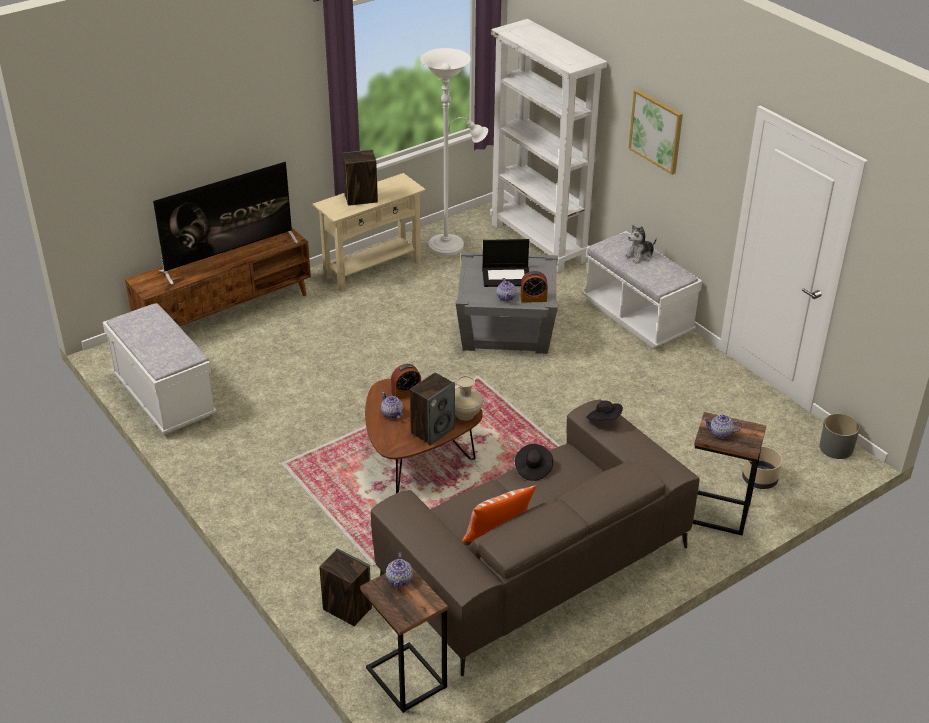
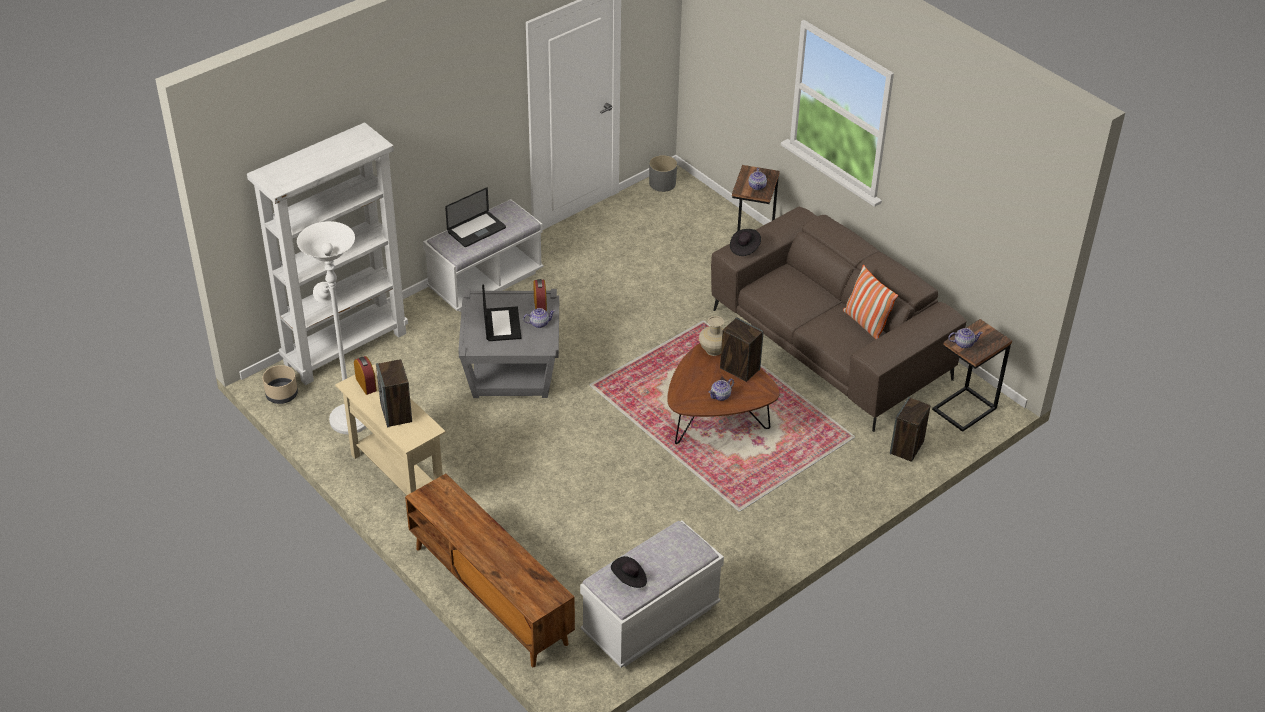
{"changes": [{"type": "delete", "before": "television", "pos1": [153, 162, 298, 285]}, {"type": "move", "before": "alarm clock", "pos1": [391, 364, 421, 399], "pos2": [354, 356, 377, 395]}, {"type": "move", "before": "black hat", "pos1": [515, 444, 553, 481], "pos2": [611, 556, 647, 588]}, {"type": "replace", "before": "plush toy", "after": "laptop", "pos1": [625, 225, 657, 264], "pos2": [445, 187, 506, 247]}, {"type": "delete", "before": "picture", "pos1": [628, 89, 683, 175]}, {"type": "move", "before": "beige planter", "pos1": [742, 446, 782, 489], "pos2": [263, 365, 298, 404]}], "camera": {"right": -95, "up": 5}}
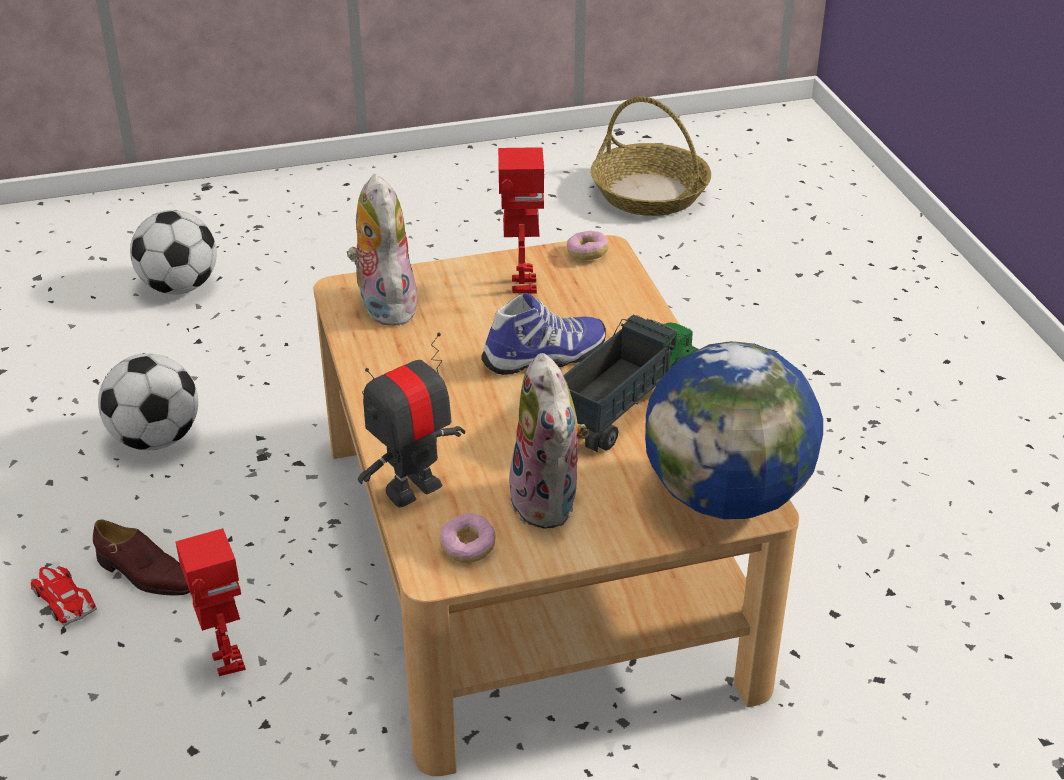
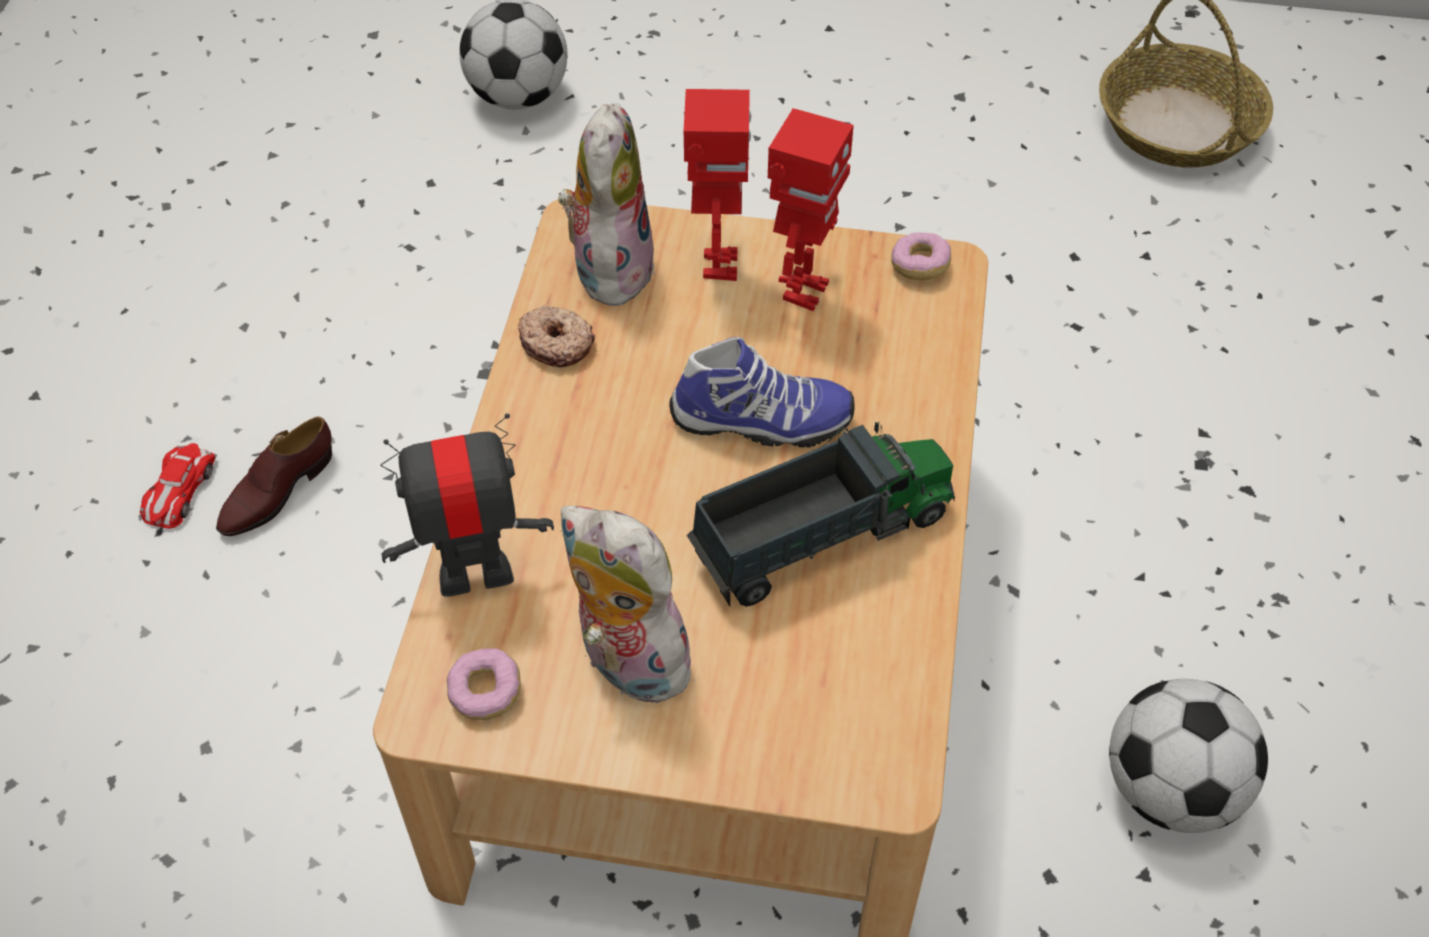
{"changes": [{"type": "rotate", "before": "toy car", "pos1": [31, 566, 97, 626], "pos2": [140, 443, 217, 529], "turn": -150}, {"type": "rotate", "before": "brown shoe", "pos1": [93, 520, 190, 596], "pos2": [216, 417, 332, 536], "turn": 75}, {"type": "move", "before": "football", "pos1": [98, 353, 198, 450], "pos2": [1109, 679, 1268, 833]}, {"type": "move", "before": "toy robot", "pos1": [175, 528, 246, 676], "pos2": [684, 89, 751, 281]}, {"type": "rotate", "before": "plush toy", "pos1": [505, 353, 589, 529], "pos2": [560, 506, 703, 703], "turn": 120}, {"type": "delete", "before": "globe", "pos1": [645, 341, 823, 519]}, {"type": "insert", "after": "donut", "pos2": [518, 306, 595, 367]}], "camera": {"right": 25, "up": 15}}
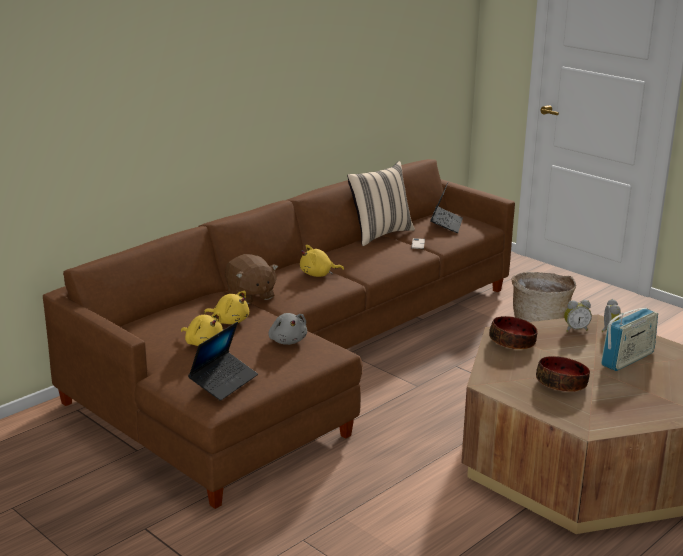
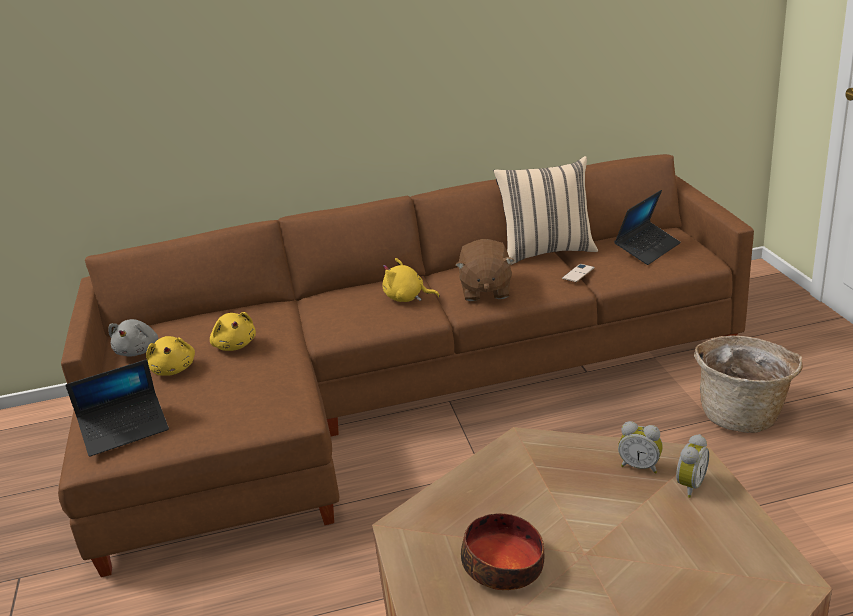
{"changes": [{"type": "move", "before": "brown plush toy", "pos1": [225, 254, 278, 304], "pos2": [455, 239, 514, 301]}, {"type": "move", "before": "grey plush toy", "pos1": [268, 313, 307, 345], "pos2": [108, 319, 158, 357]}, {"type": "delete", "before": "bowl", "pos1": [489, 316, 537, 349]}, {"type": "delete", "before": "radio", "pos1": [601, 308, 658, 371]}], "camera": {"right": 35, "up": 5}}
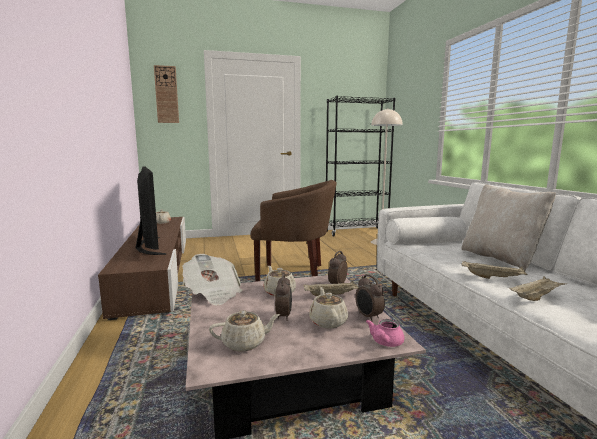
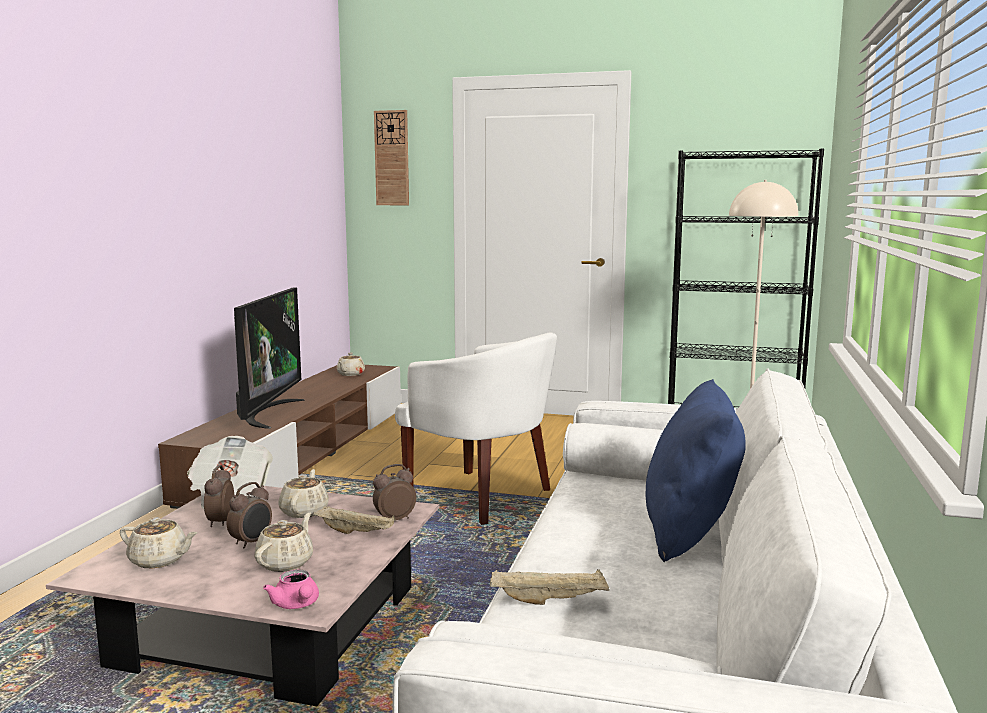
{"changes": [{"type": "recolor", "before": "brown armchair", "after": "white armchair", "pos1": [250, 180, 337, 282], "pos2": [395, 333, 557, 525]}, {"type": "move", "before": "alarm clock", "pos1": [355, 274, 385, 322], "pos2": [204, 465, 234, 527]}, {"type": "rotate", "before": "pink teapot", "pos1": [366, 319, 404, 347], "pos2": [263, 570, 319, 609], "turn": -90}, {"type": "recolor", "before": "beige pillow", "after": "blue pillow", "pos1": [461, 184, 556, 270], "pos2": [646, 379, 746, 562]}, {"type": "delete", "before": "beige tray", "pos1": [462, 261, 527, 279]}], "camera": {"right": 30, "up": 0}}
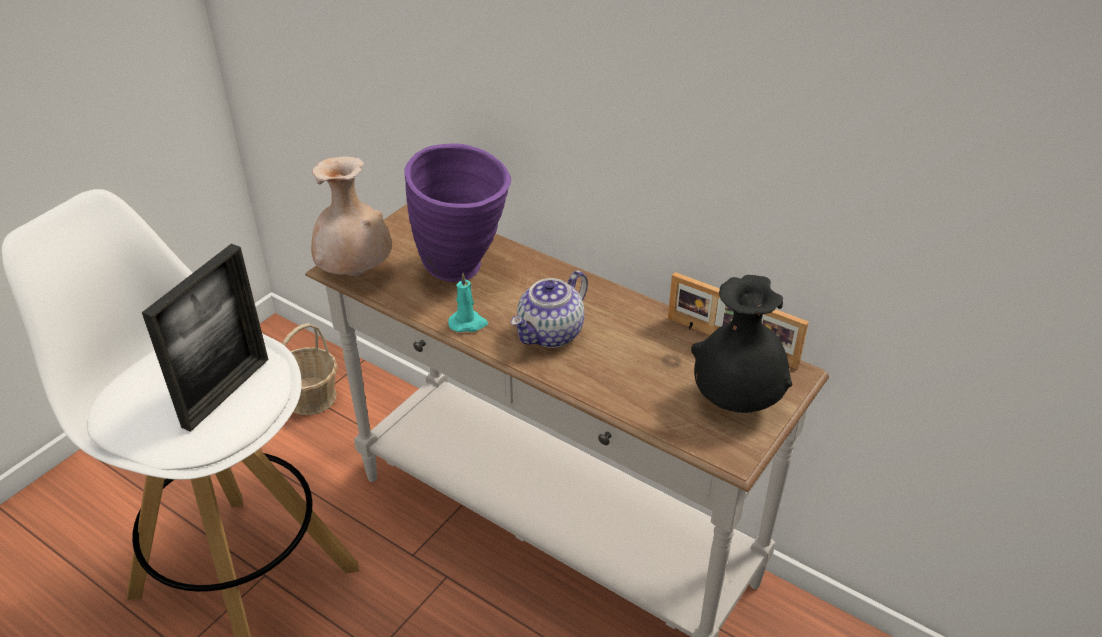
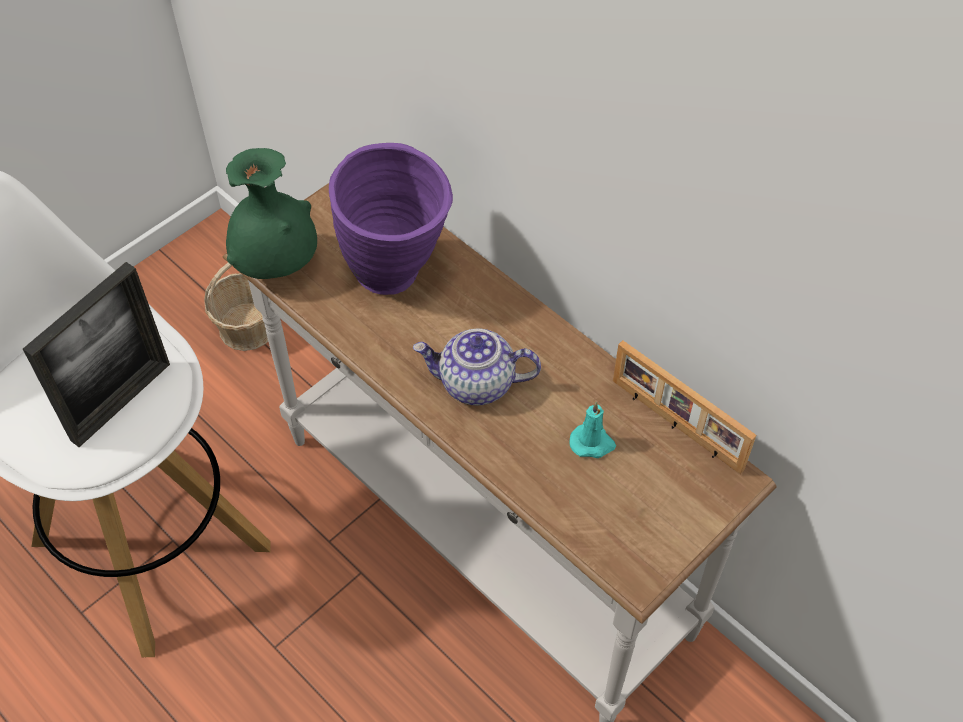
{"changes": [{"type": "recolor", "before": "beige vase", "after": "green vase", "pos1": [311, 157, 392, 276], "pos2": [226, 148, 317, 279]}, {"type": "move", "before": "turquoise candle", "pos1": [448, 273, 488, 332], "pos2": [570, 402, 616, 458]}, {"type": "rotate", "before": "teapot", "pos1": [511, 270, 588, 348], "pos2": [413, 329, 541, 406], "turn": 45}, {"type": "delete", "before": "black vase", "pos1": [691, 275, 792, 413]}], "camera": {"right": 10, "up": 15}}
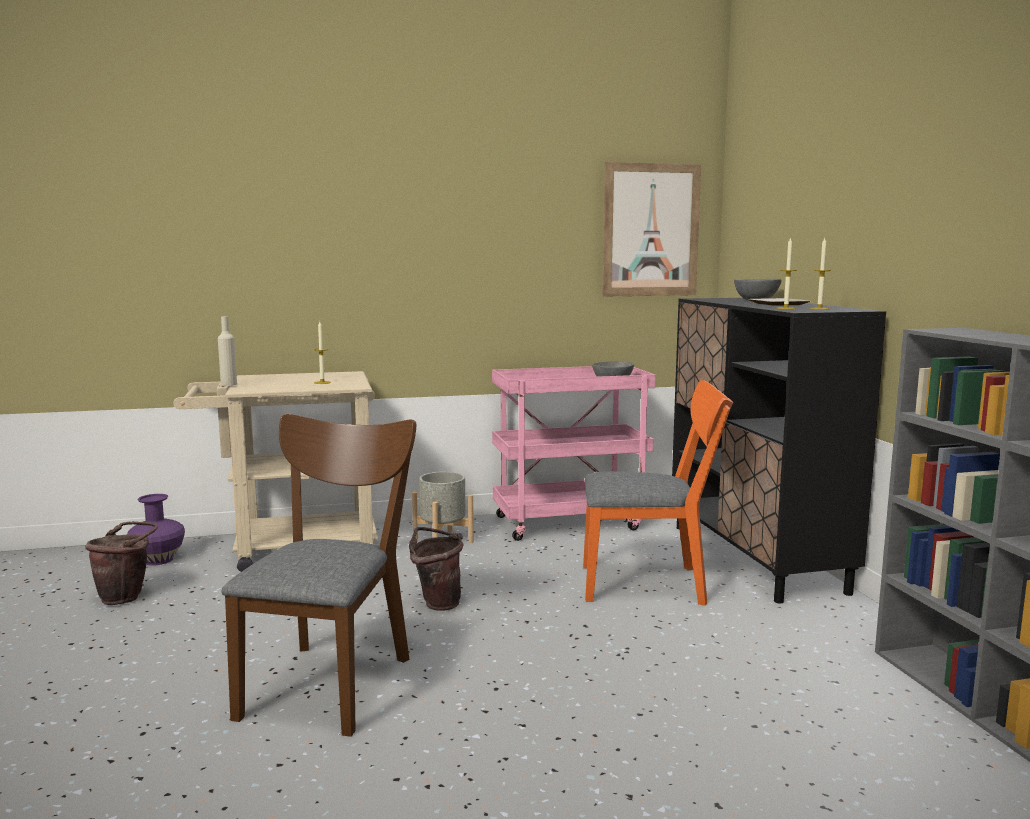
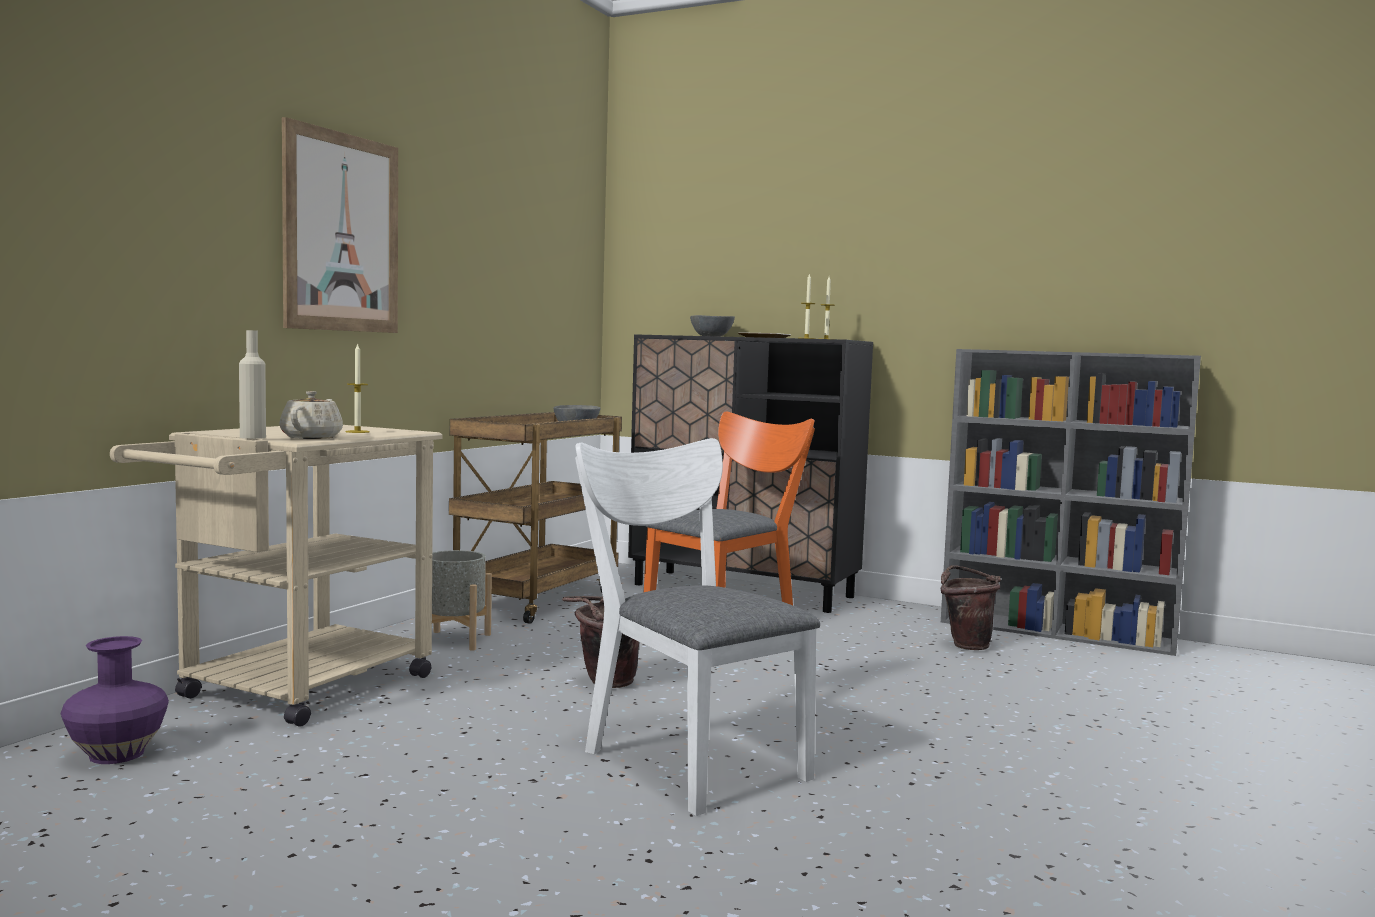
{"changes": [{"type": "move", "before": "brown bucket", "pos1": [85, 521, 158, 605], "pos2": [941, 565, 1000, 650]}, {"type": "recolor", "before": "brown chair", "after": "white chair", "pos1": [221, 414, 416, 737], "pos2": [575, 438, 820, 816]}, {"type": "recolor", "before": "pink cart", "after": "brown cart", "pos1": [492, 366, 656, 541], "pos2": [449, 412, 622, 624]}, {"type": "move", "before": "picture", "pos1": [602, 162, 701, 297], "pos2": [282, 117, 398, 333]}, {"type": "insert", "after": "beige teapot", "pos2": [279, 391, 343, 439]}], "camera": {"right": -50, "up": -5}}
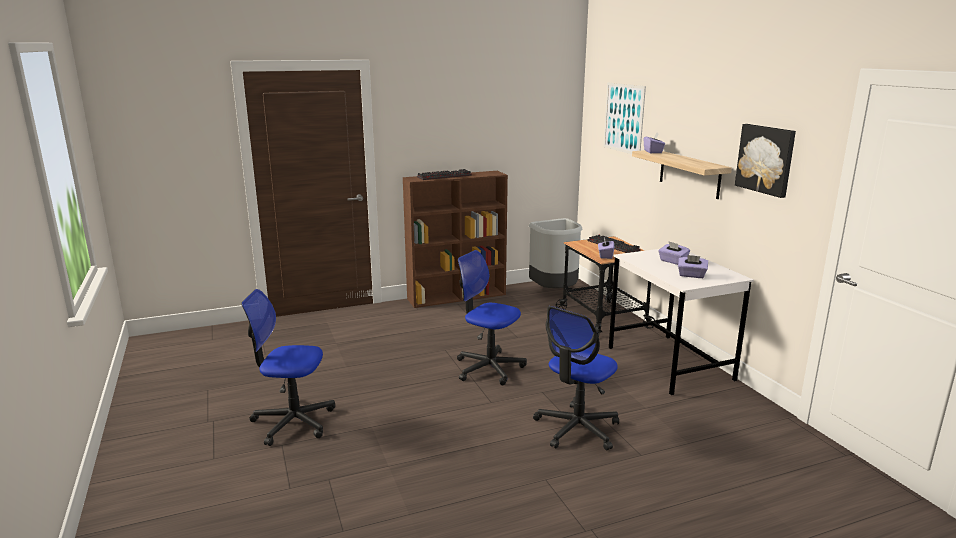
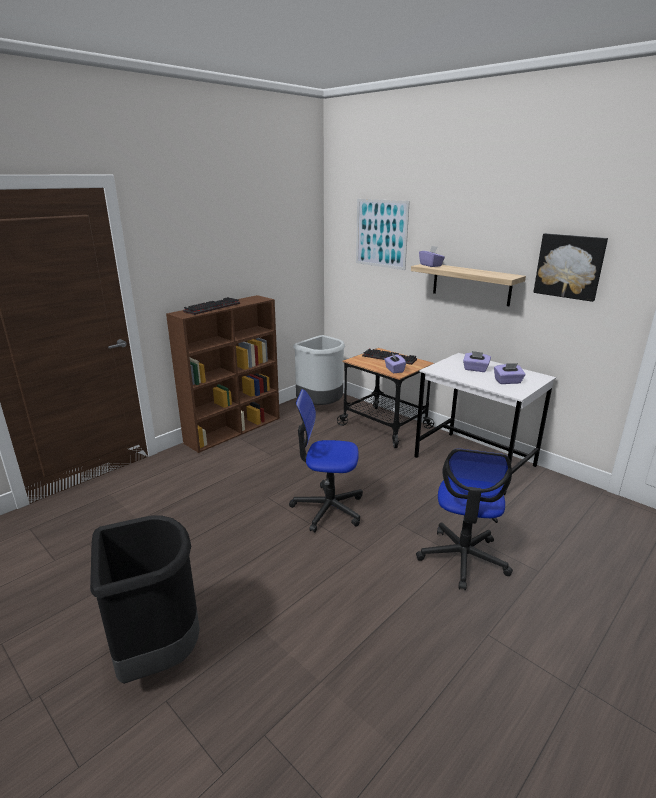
{"changes": [{"type": "replace", "before": "office chair", "after": "black trash can", "pos1": [241, 289, 335, 446], "pos2": [90, 515, 200, 684]}], "camera": {"right": -25, "up": 5}}
